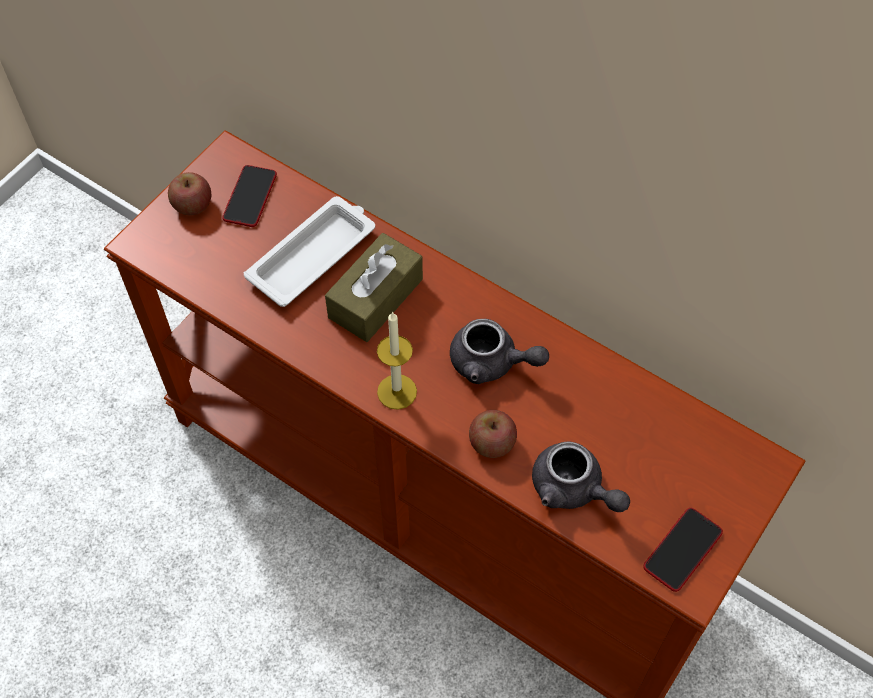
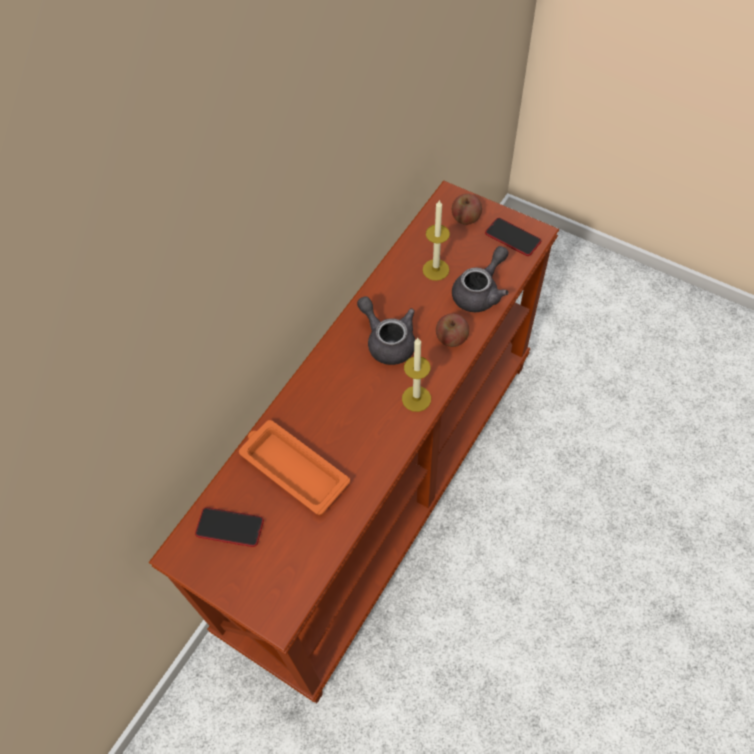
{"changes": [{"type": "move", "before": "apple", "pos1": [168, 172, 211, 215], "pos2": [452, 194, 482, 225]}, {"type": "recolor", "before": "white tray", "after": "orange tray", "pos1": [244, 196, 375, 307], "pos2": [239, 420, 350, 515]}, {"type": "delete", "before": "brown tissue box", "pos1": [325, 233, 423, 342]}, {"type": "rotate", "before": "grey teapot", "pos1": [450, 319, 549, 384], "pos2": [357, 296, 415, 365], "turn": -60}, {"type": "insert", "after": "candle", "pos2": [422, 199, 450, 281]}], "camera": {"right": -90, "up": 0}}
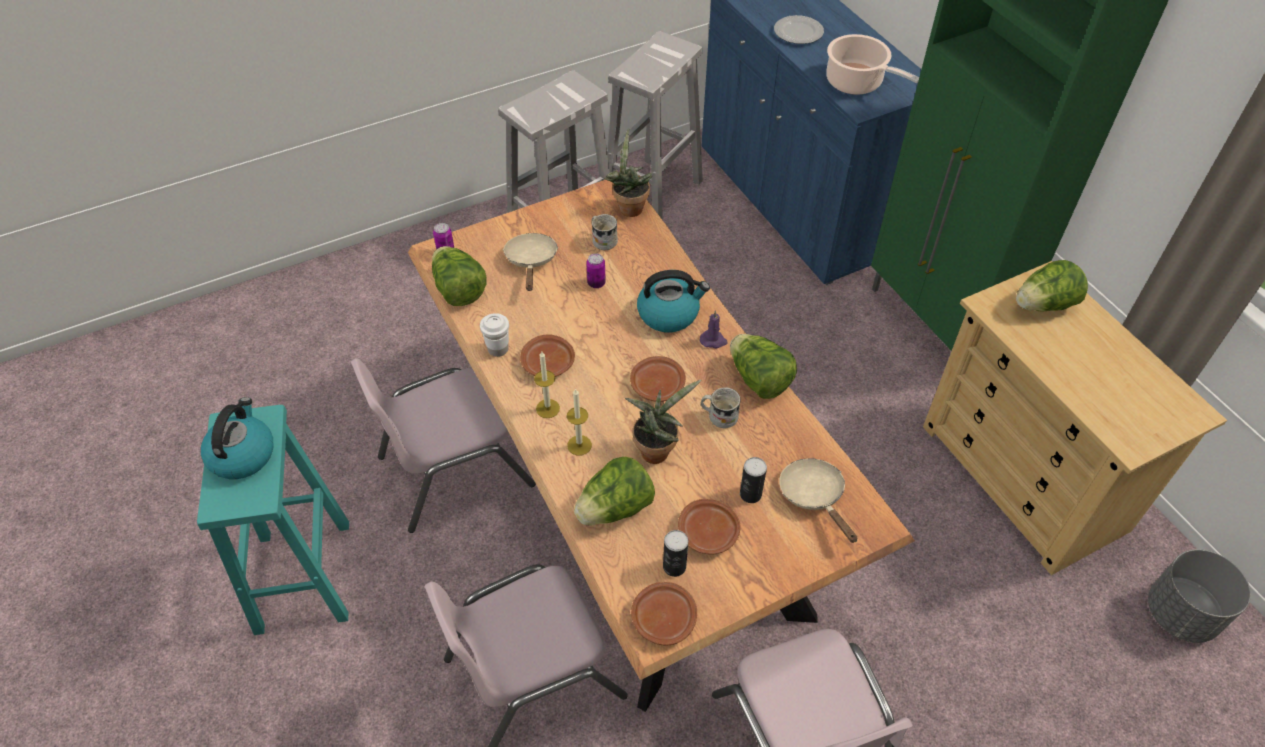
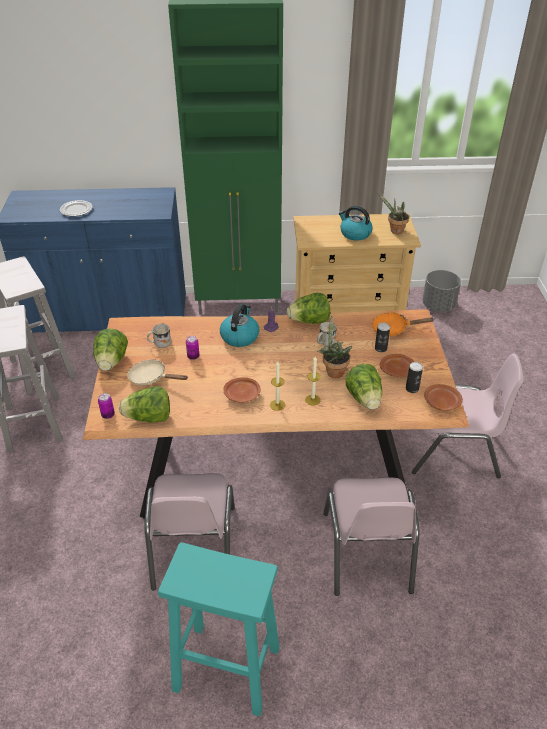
{"changes": [{"type": "move", "before": "kettle", "pos1": [201, 397, 273, 479], "pos2": [339, 206, 373, 241]}, {"type": "delete", "before": "white cup", "pos1": [480, 313, 509, 357]}, {"type": "move", "before": "potted plant", "pos1": [604, 129, 652, 217], "pos2": [378, 193, 409, 234]}, {"type": "delete", "before": "brown plate", "pos1": [630, 356, 686, 402]}, {"type": "recolor", "before": "beige frying pan", "after": "orange frying pan", "pos1": [779, 458, 857, 543], "pos2": [372, 312, 434, 336]}, {"type": "delete", "before": "cooking pot", "pos1": [826, 34, 919, 95]}, {"type": "move", "before": "lettuce", "pos1": [1016, 260, 1088, 311], "pos2": [93, 328, 128, 371]}], "camera": {"right": -65, "up": -10}}
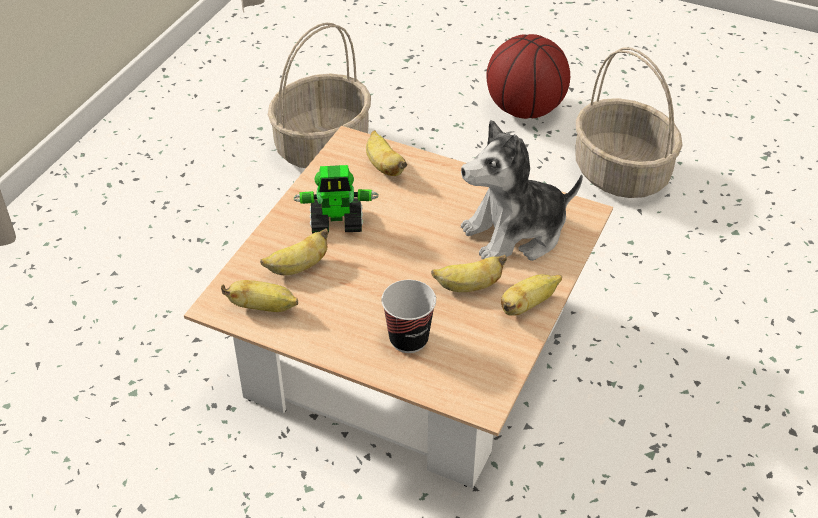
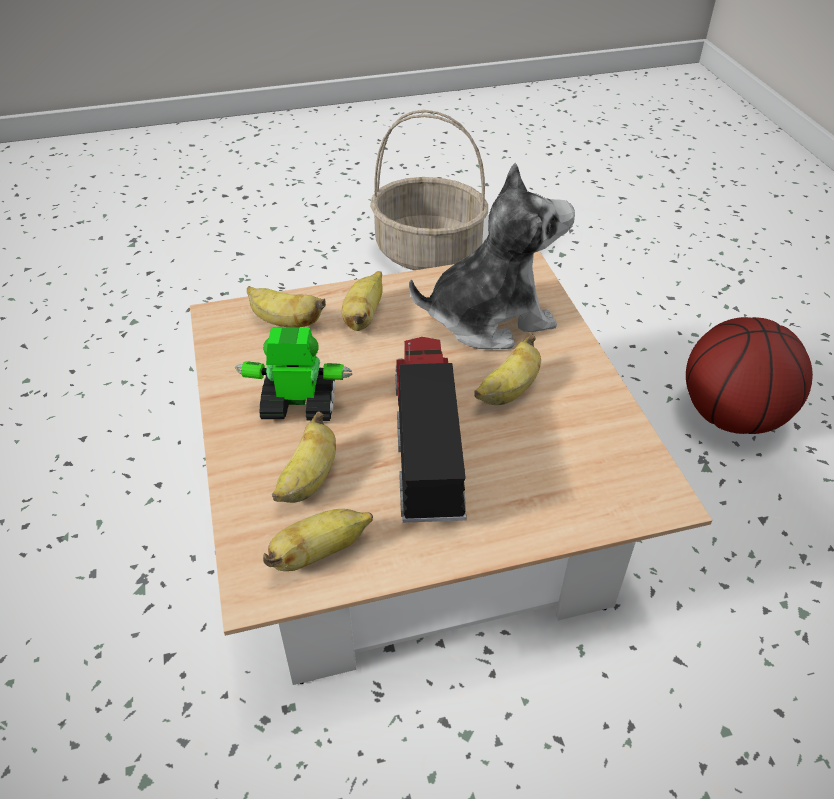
{"changes": [{"type": "delete", "before": "basket", "pos1": [268, 22, 371, 168]}, {"type": "rotate", "before": "toy robot", "pos1": [294, 165, 379, 233], "pos2": [235, 327, 352, 421], "turn": -135}, {"type": "delete", "before": "cup", "pos1": [381, 280, 436, 353]}, {"type": "rotate", "before": "plush toy", "pos1": [461, 120, 583, 261], "pos2": [409, 163, 575, 349], "turn": -135}, {"type": "move", "before": "basketball", "pos1": [487, 34, 570, 119], "pos2": [686, 317, 813, 434]}, {"type": "move", "before": "banana", "pos1": [501, 274, 562, 316], "pos2": [342, 271, 383, 331]}, {"type": "insert", "after": "toy truck", "pos2": [395, 337, 467, 523]}], "camera": {"right": -40, "up": 0}}
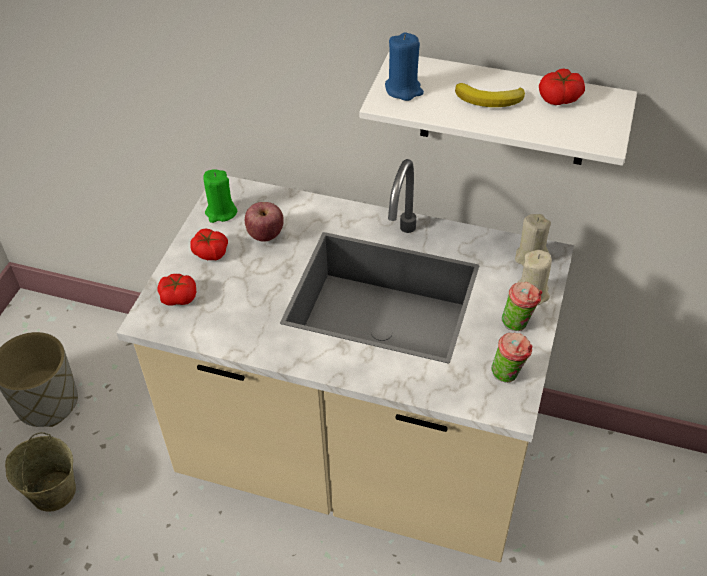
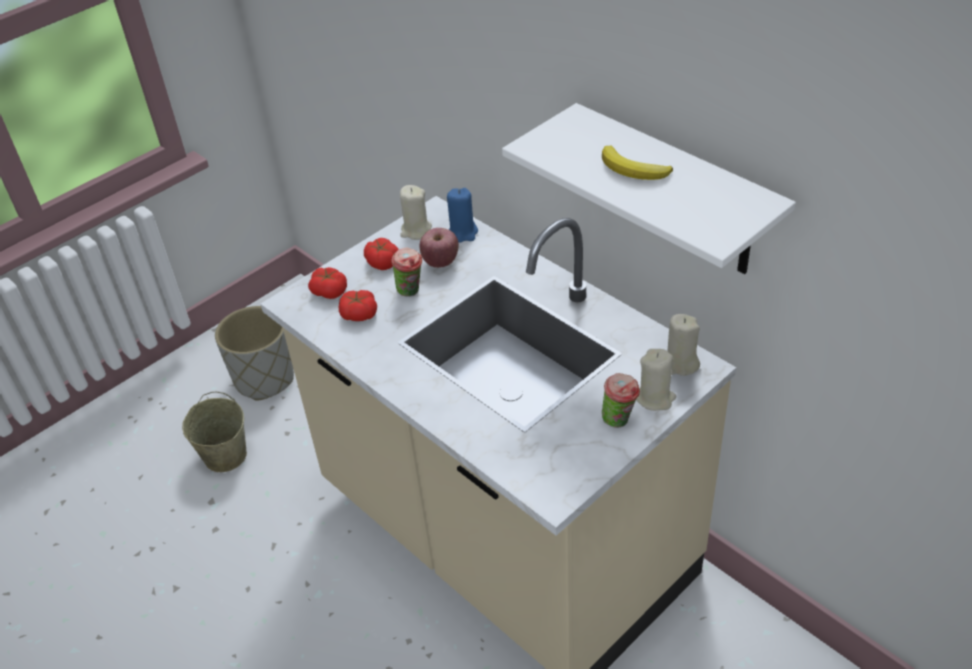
{"changes": [{"type": "recolor", "before": "green candle", "after": "beige candle", "pos1": [203, 169, 237, 223], "pos2": [400, 185, 432, 240]}, {"type": "move", "before": "blue candle", "pos1": [385, 32, 424, 101], "pos2": [447, 188, 478, 243]}, {"type": "move", "before": "cup", "pos1": [491, 333, 532, 383], "pos2": [391, 247, 422, 297]}, {"type": "move", "before": "tomato", "pos1": [539, 69, 585, 105], "pos2": [339, 290, 377, 321]}], "camera": {"right": 30, "up": -5}}
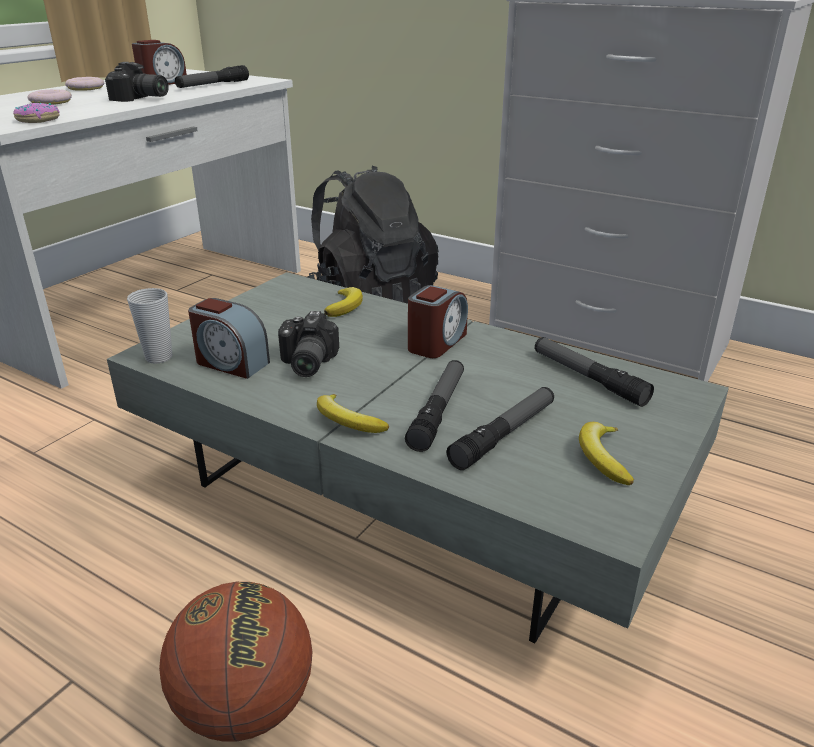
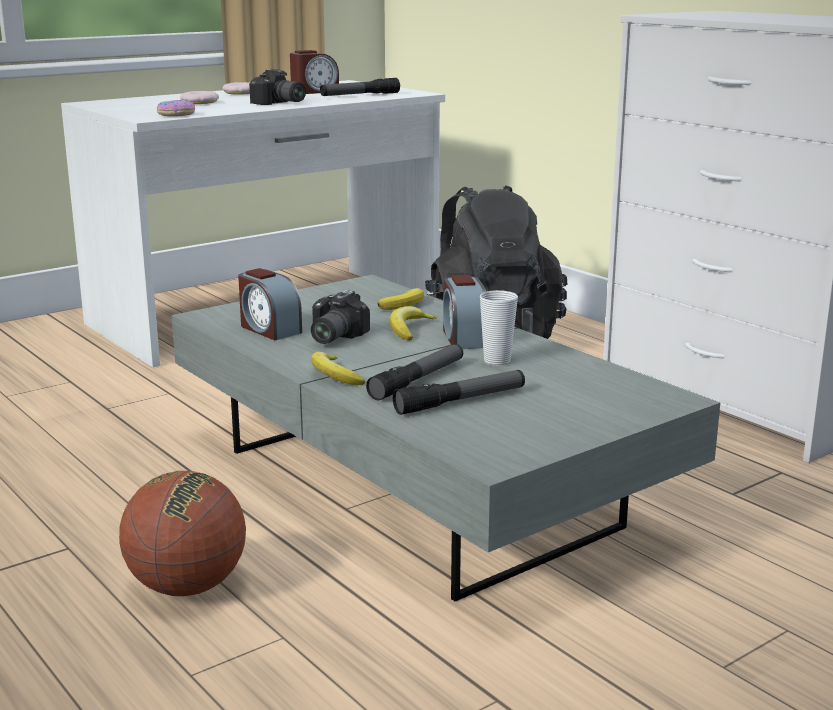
{"changes": [{"type": "move", "before": "cup", "pos1": [127, 288, 172, 364], "pos2": [480, 290, 518, 366]}, {"type": "rotate", "before": "alarm clock", "pos1": [408, 285, 468, 358], "pos2": [443, 275, 486, 349], "turn": 120}, {"type": "delete", "before": "flashlight", "pos1": [535, 337, 654, 407]}, {"type": "move", "before": "banana", "pos1": [579, 422, 634, 485], "pos2": [390, 306, 437, 341]}], "camera": {"right": 20, "up": -10}}
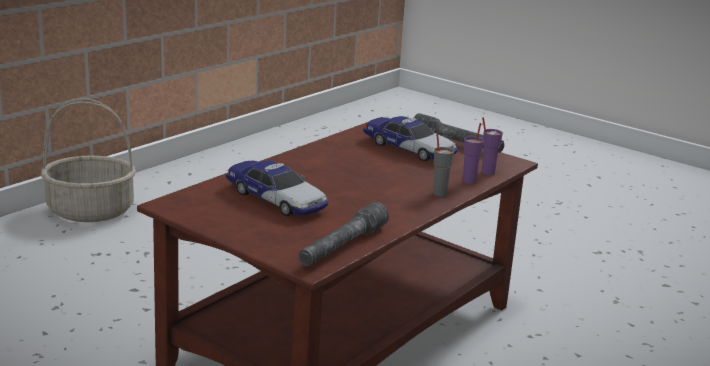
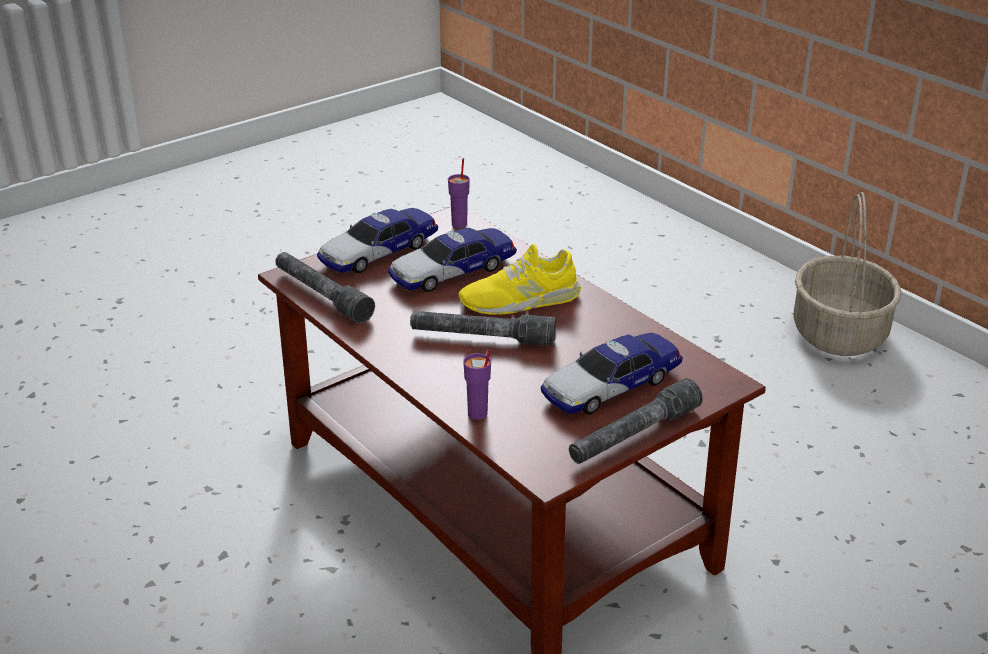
{"changes": [{"type": "delete", "before": "grey cup", "pos1": [433, 132, 454, 196]}, {"type": "move", "before": "purple cup", "pos1": [482, 117, 503, 175], "pos2": [448, 158, 470, 228]}, {"type": "insert", "after": "toy car", "pos2": [317, 208, 438, 273]}, {"type": "insert", "after": "grey flashlight", "pos2": [410, 311, 556, 346]}, {"type": "insert", "after": "yellow shoe", "pos2": [458, 244, 581, 315]}], "camera": {"right": 105, "up": 10}}
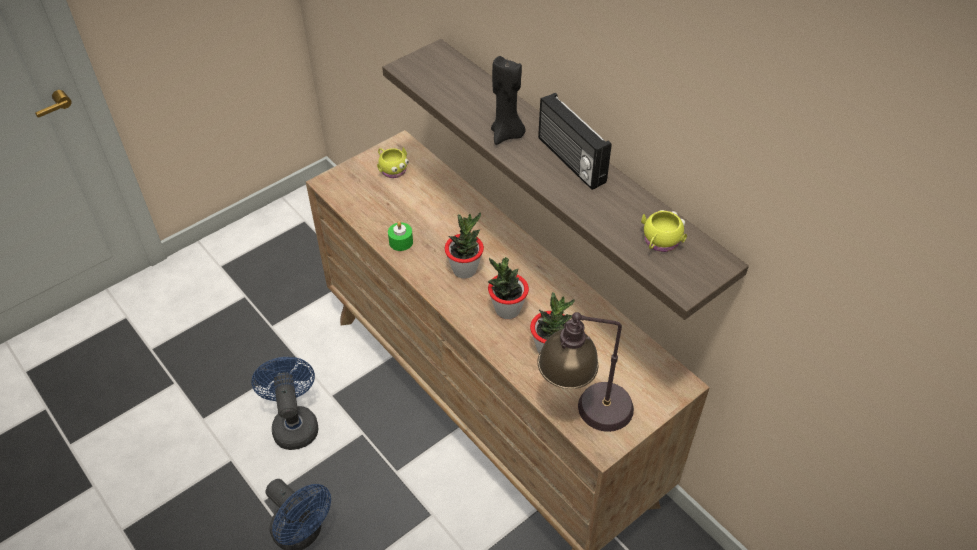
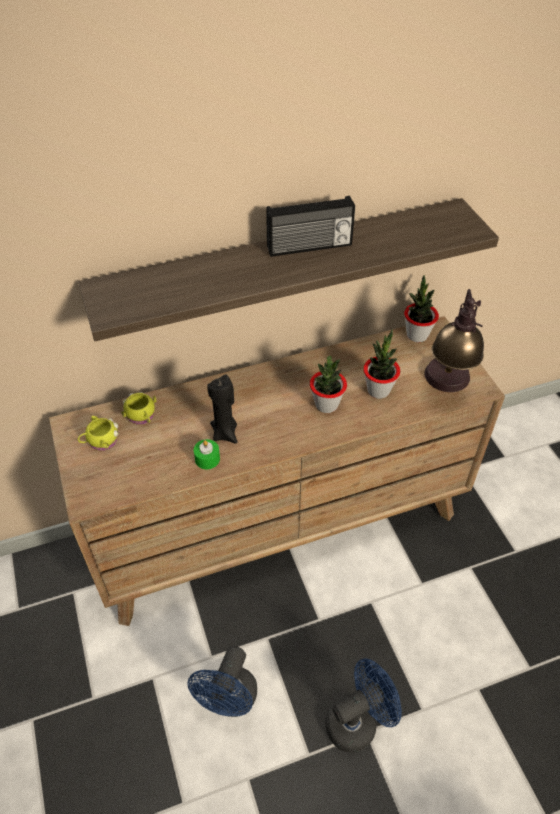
{"changes": [{"type": "rotate", "before": "blue fan", "pos1": [251, 357, 318, 450], "pos2": [188, 646, 257, 717], "turn": -75}, {"type": "move", "before": "potted plant", "pos1": [445, 213, 484, 279], "pos2": [404, 275, 439, 342]}, {"type": "move", "before": "black candle", "pos1": [491, 56, 526, 145], "pos2": [207, 374, 238, 444]}, {"type": "move", "before": "yellow mug", "pos1": [641, 210, 687, 252], "pos2": [121, 392, 157, 425]}], "camera": {"right": -70, "up": 0}}
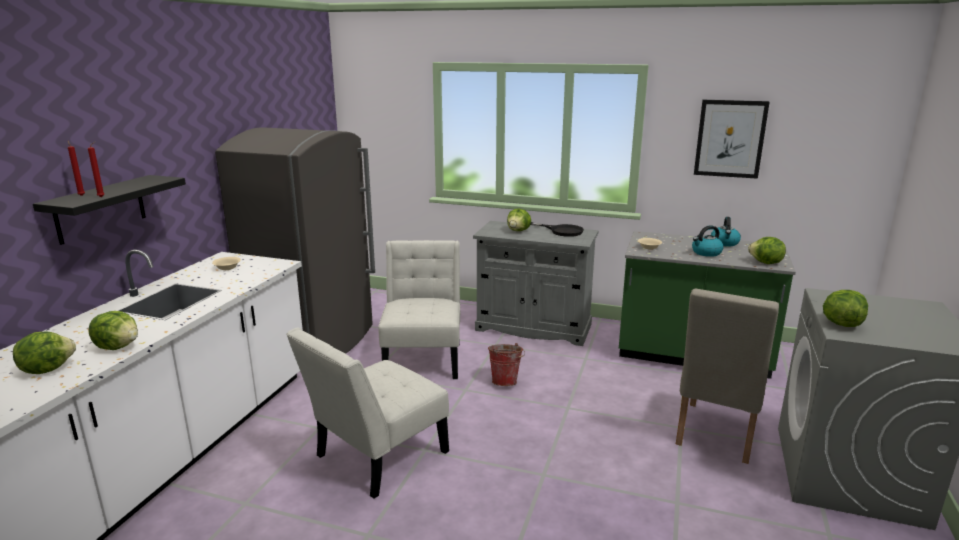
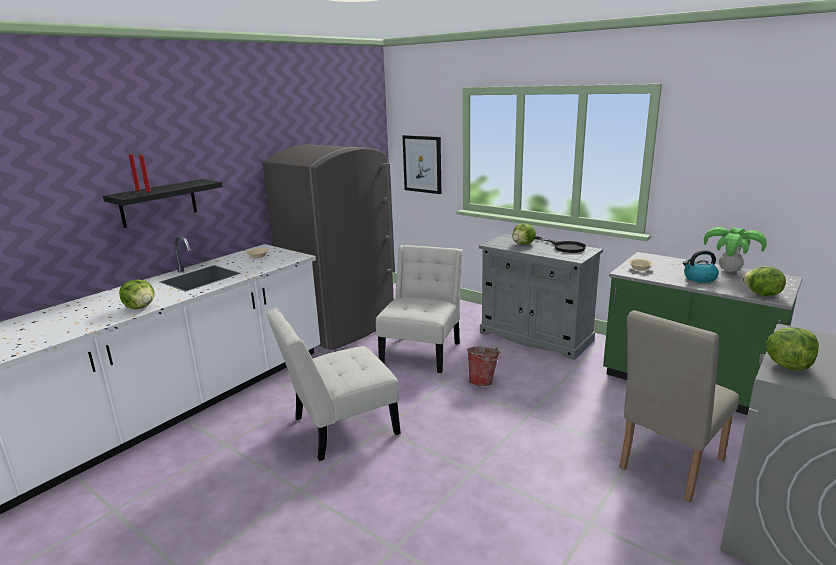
{"changes": [{"type": "delete", "before": "lettuce", "pos1": [13, 331, 76, 374]}, {"type": "move", "before": "picture", "pos1": [694, 100, 770, 179], "pos2": [403, 135, 441, 194]}, {"type": "replace", "before": "kettle", "after": "potted plant", "pos1": [711, 217, 741, 246], "pos2": [704, 227, 767, 272]}], "camera": {"right": 20, "up": 0}}
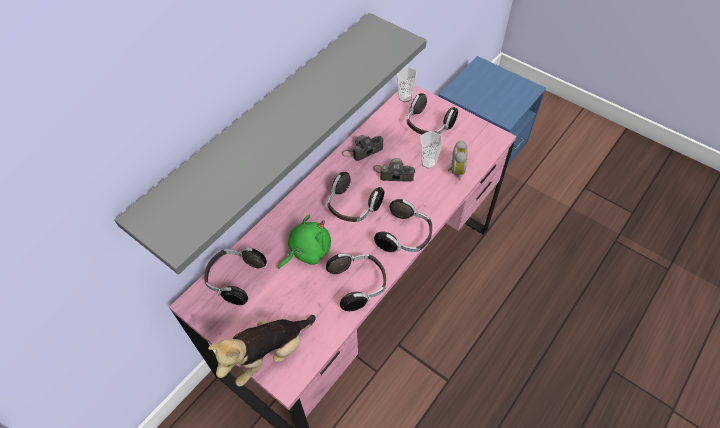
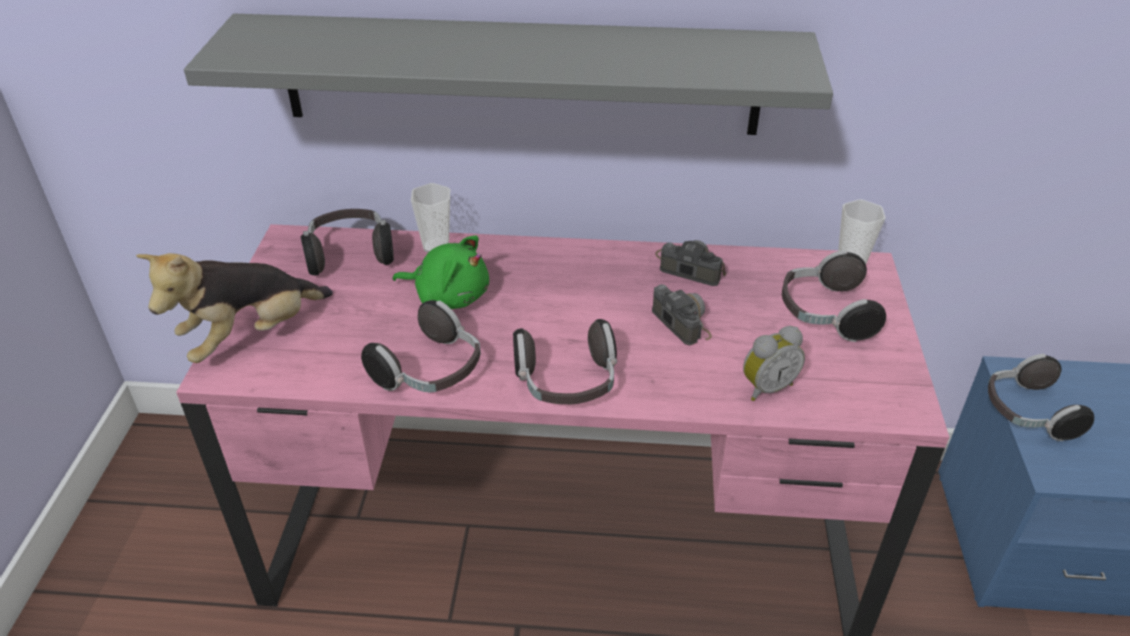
{"changes": [{"type": "rotate", "before": "plush toy", "pos1": [208, 315, 316, 386], "pos2": [136, 253, 333, 363], "turn": -60}, {"type": "move", "before": "headphones", "pos1": [327, 172, 384, 222], "pos2": [988, 354, 1094, 441]}, {"type": "move", "before": "cup", "pos1": [420, 131, 443, 169], "pos2": [411, 183, 450, 253]}], "camera": {"right": 55, "up": -15}}
